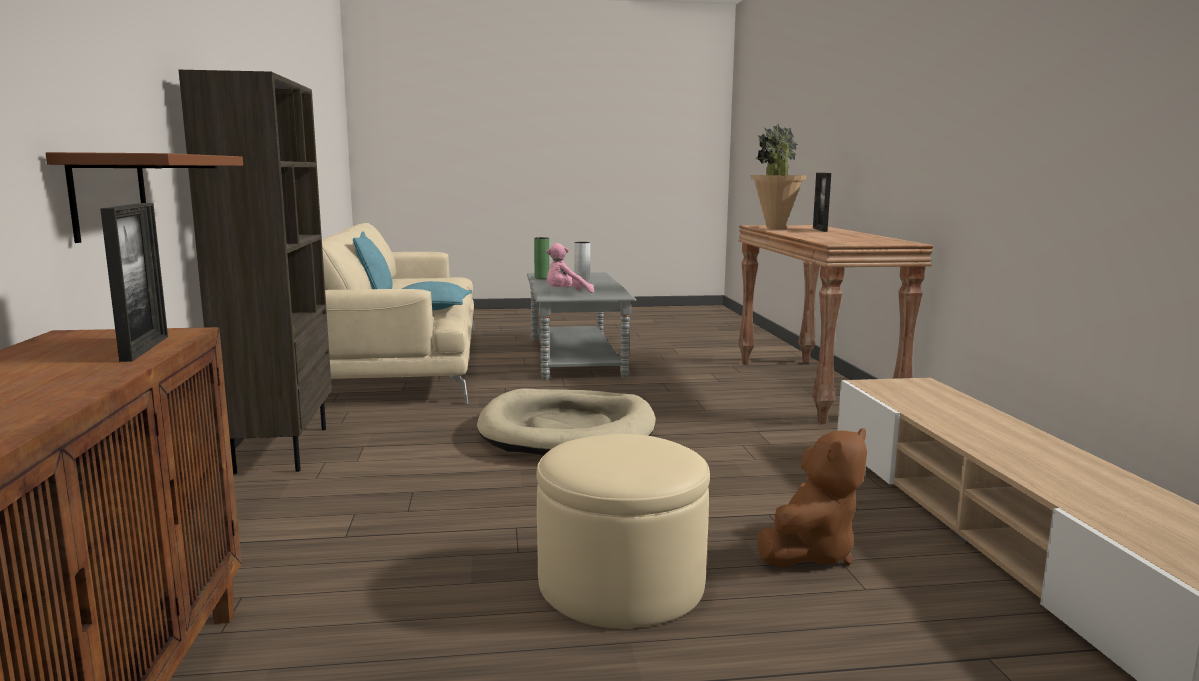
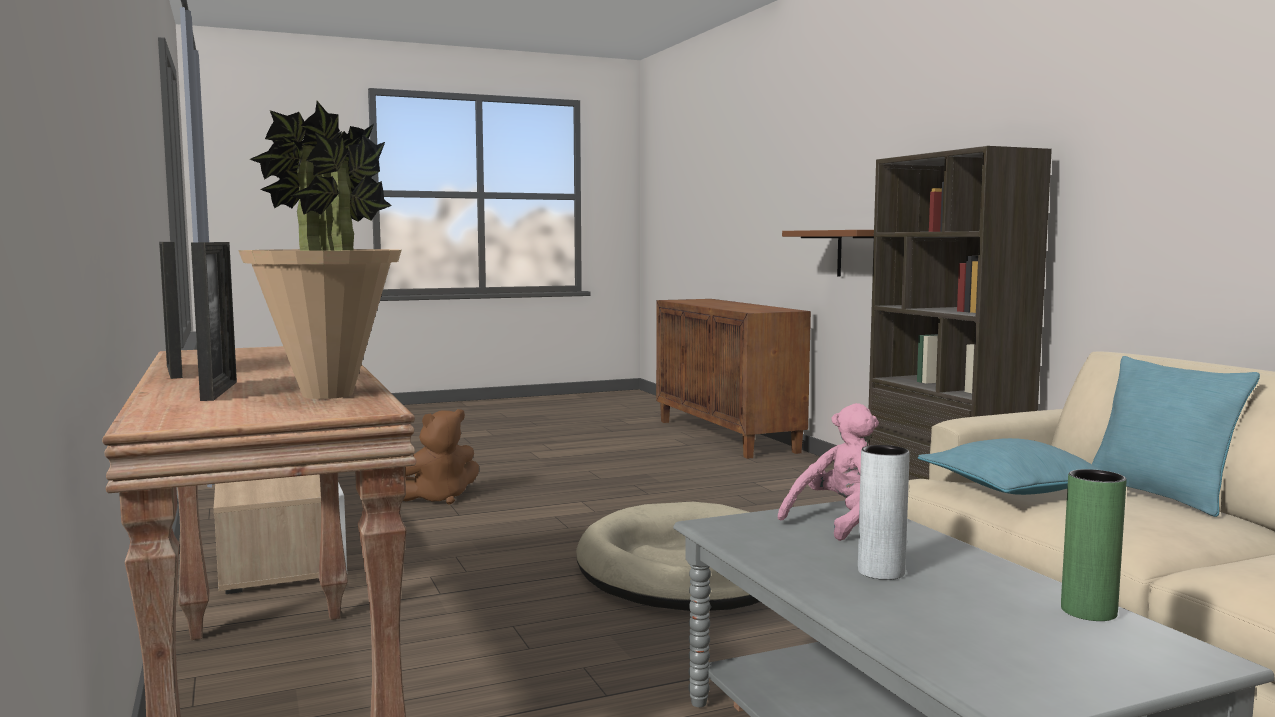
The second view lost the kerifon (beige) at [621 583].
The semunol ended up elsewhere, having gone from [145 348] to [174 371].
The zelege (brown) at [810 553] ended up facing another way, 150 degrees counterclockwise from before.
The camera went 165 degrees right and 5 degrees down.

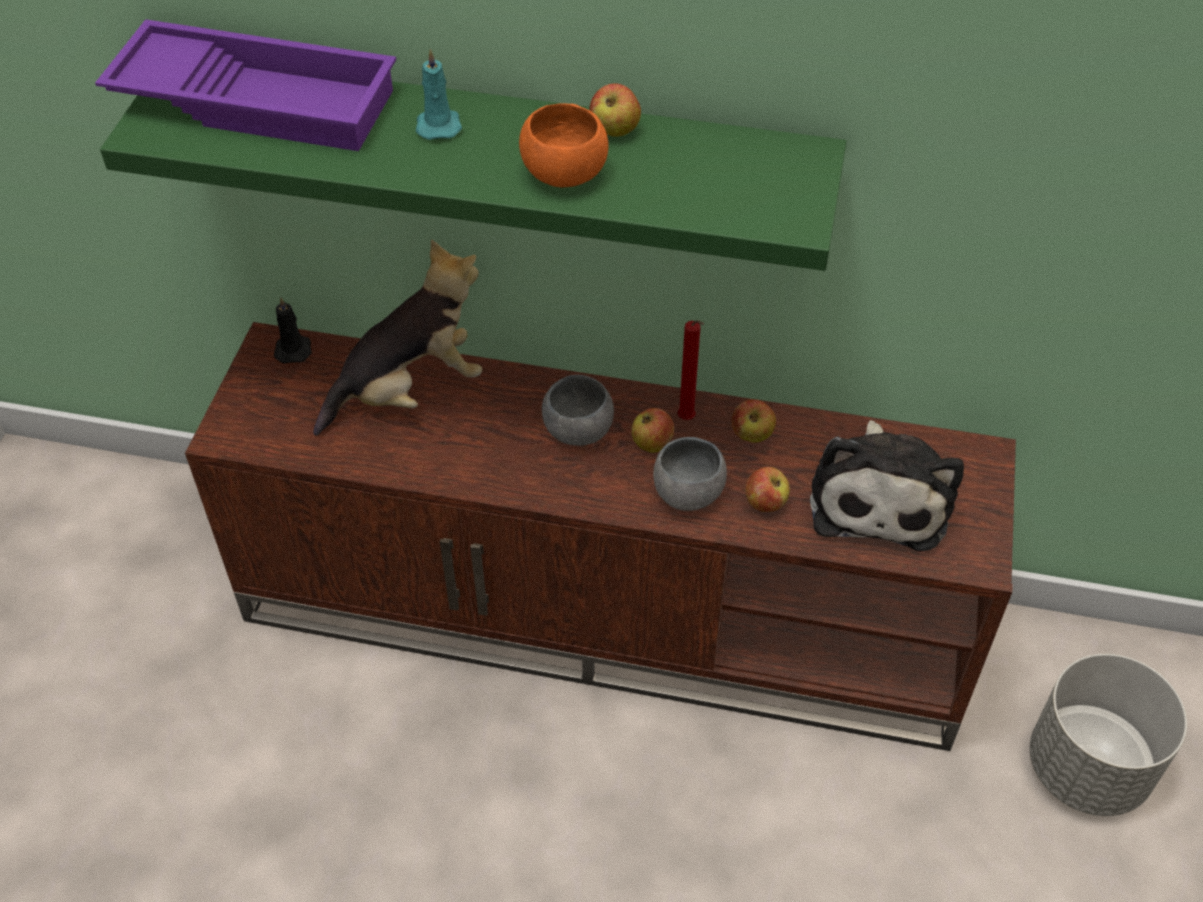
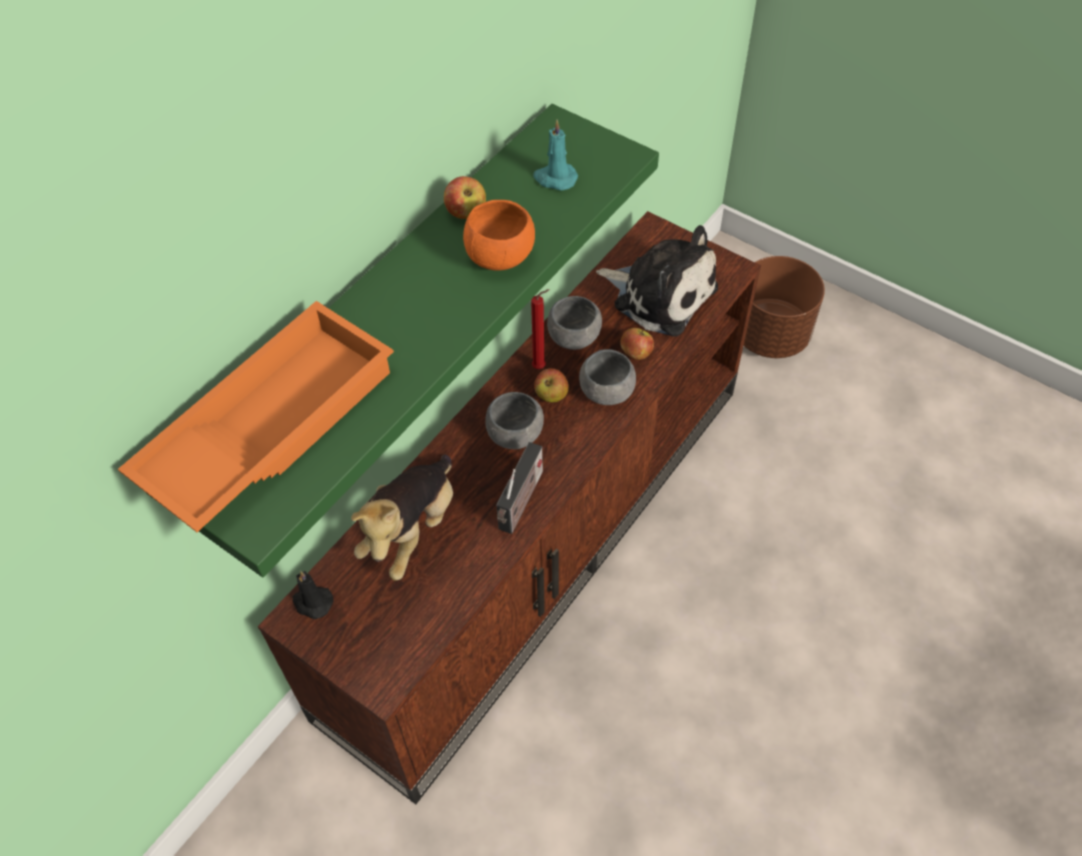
The second view gained the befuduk at [520 504].
The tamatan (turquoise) ended up elsewhere, having gone from [438 125] to [555 178].
Where the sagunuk stood at [752 435], the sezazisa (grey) came to stand at [573 337].
What was the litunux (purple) at [258 99] turned into the litunux (orange) at [267 424].
What was the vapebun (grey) at [1088 768] turned into the vapebun (brown) at [771 335].
The zelege at [410 390] ended up facing another way, 150 degrees counterclockwise from before.
The camera went 65 degrees left and 5 degrees up.

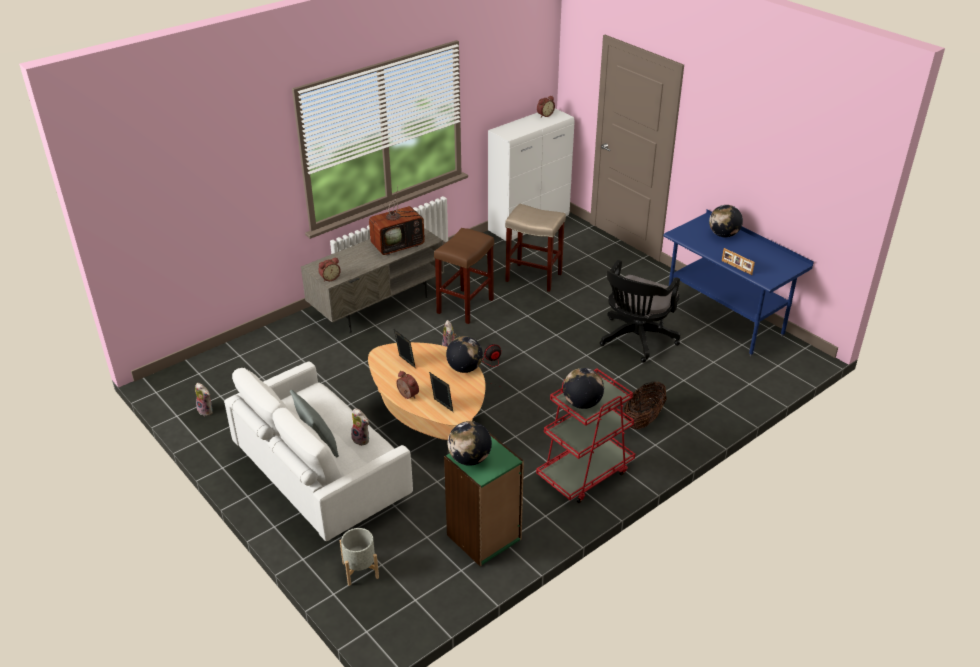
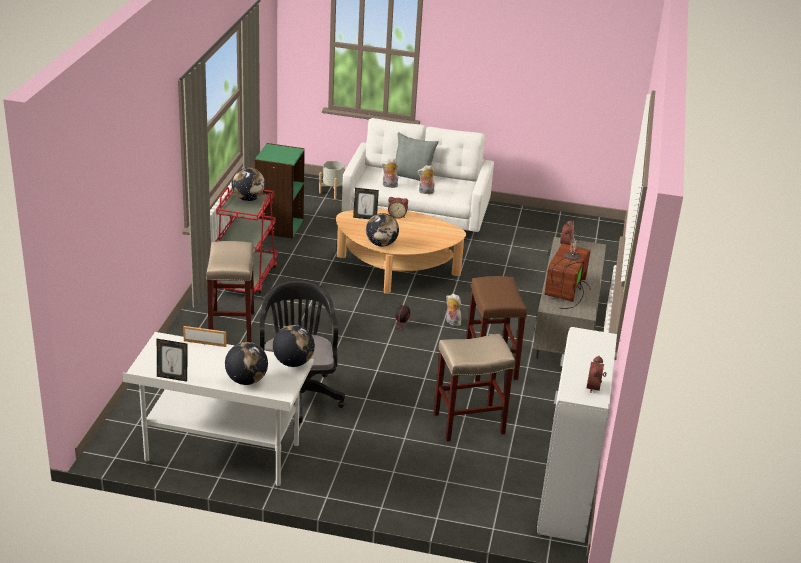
The zelege ended up elsewhere, having gone from [206 410] to [425 192].
The semunol ended up elsewhere, having gone from [405 363] to [172 377].
The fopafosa ended up elsewhere, having gone from [469 459] to [293 362].
Where the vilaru stood at [643 420], the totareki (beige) came to stand at [232 327].
What was the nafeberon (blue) at [724 321] turned into the nafeberon (white) at [222 455].
The camera went 140 degrees right and 5 degrees down.

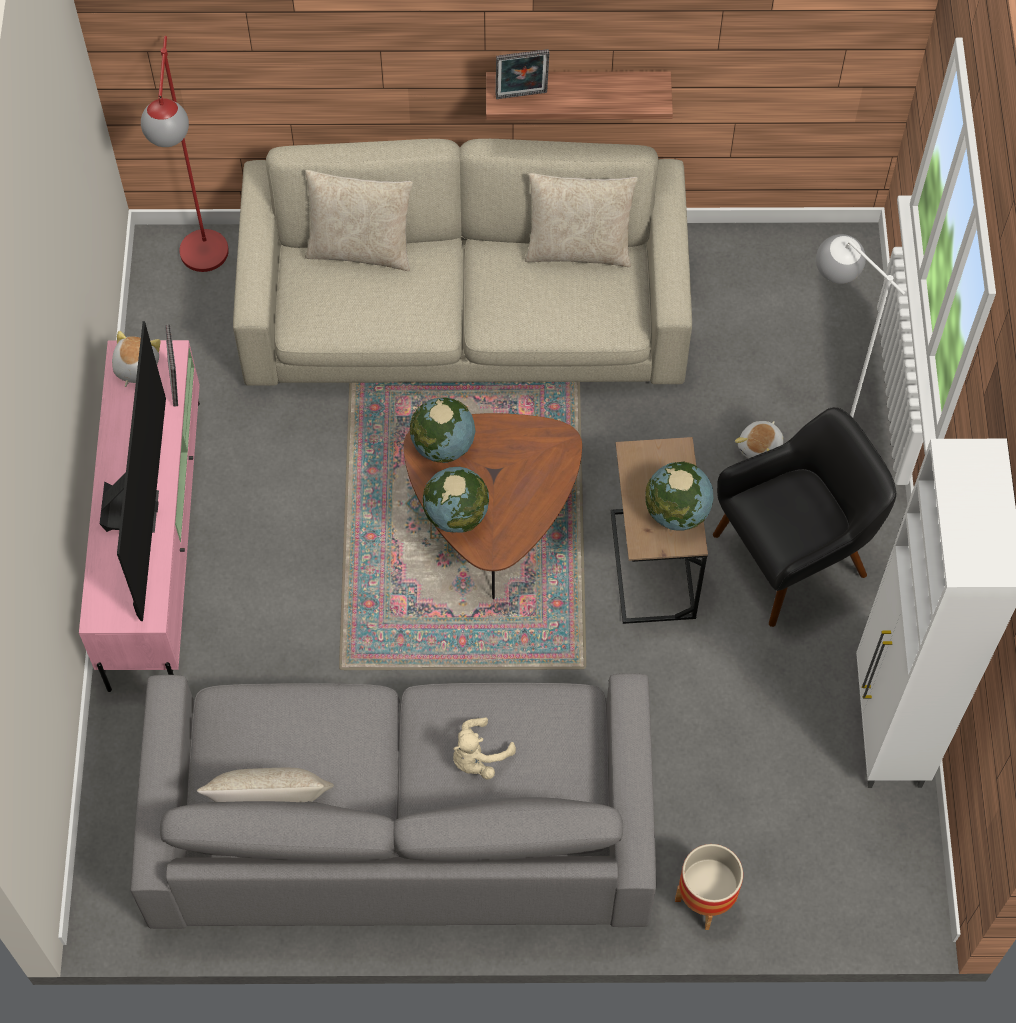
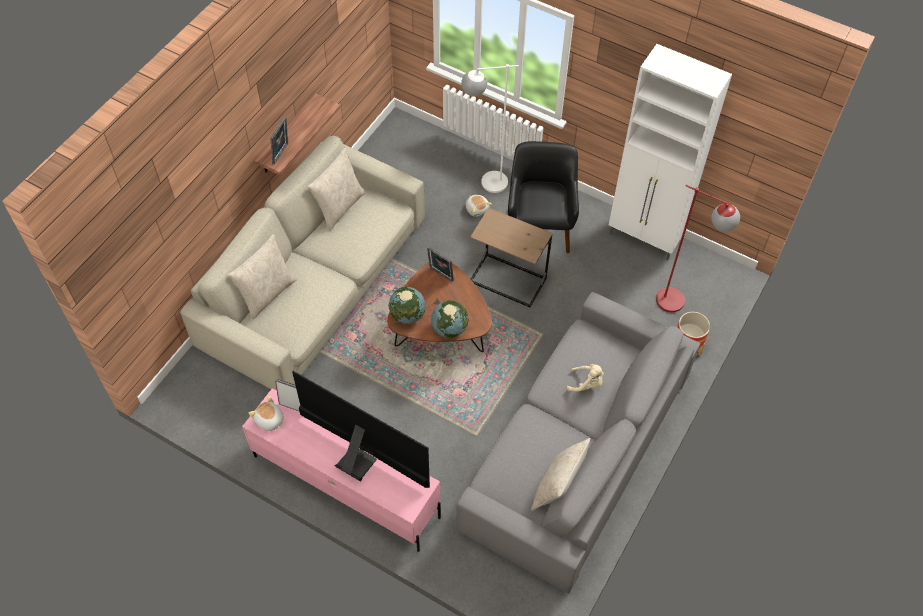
The second view lost the fopafosa at [677 512].
The second view gained the semunol at [440 275].
The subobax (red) ended up elsewhere, having gone from [203 266] to [679 304].
The zelege (beige) at [478 757] ended up facing another way, 60 degrees counterclockwise from before.
The camera went 60 degrees left and 5 degrees down.

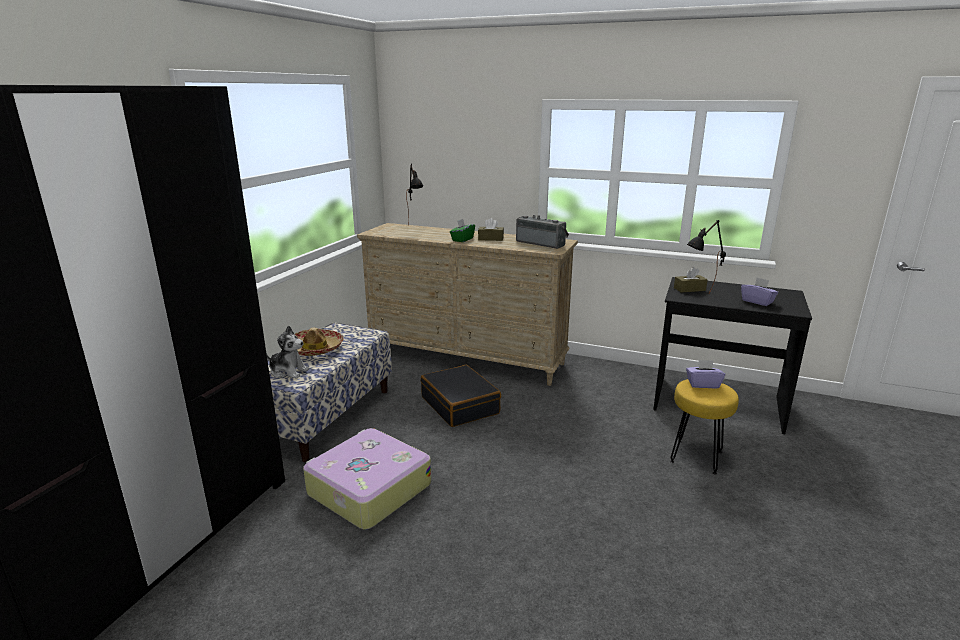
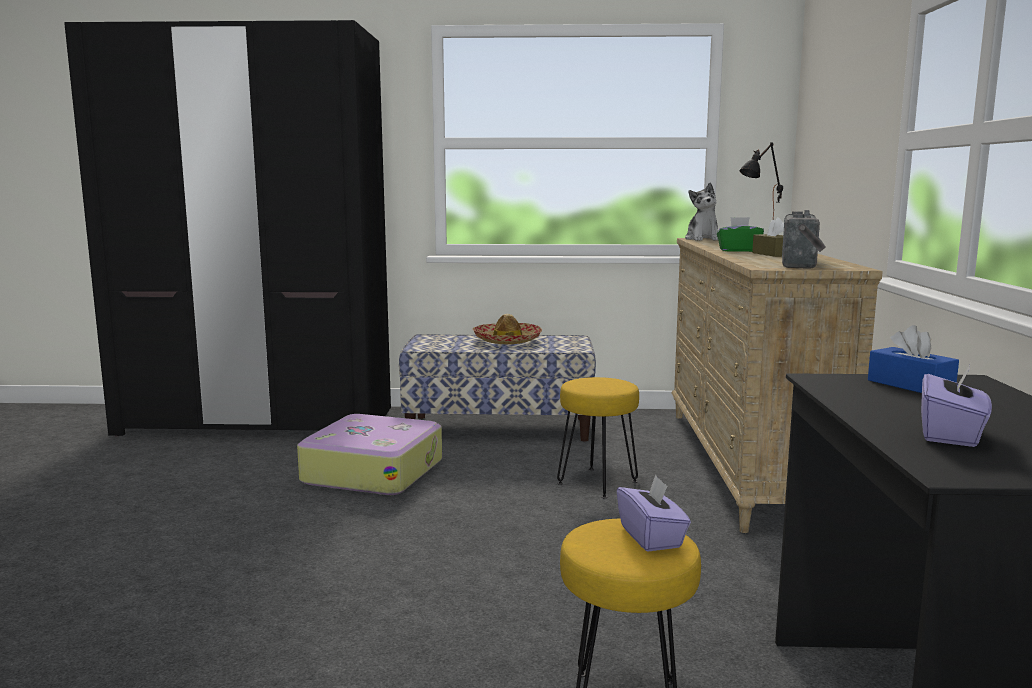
The second view lost the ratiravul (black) at [701 298].
The zelege ended up elsewhere, having gone from [288 371] to [703 239].
Where the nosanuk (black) stood at [460 405], the totareki (yellow) came to stand at [597 482].
What was the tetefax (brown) at [689 289] turned into the tetefax (blue) at [910 385].
The camera went 70 degrees right and 10 degrees down.

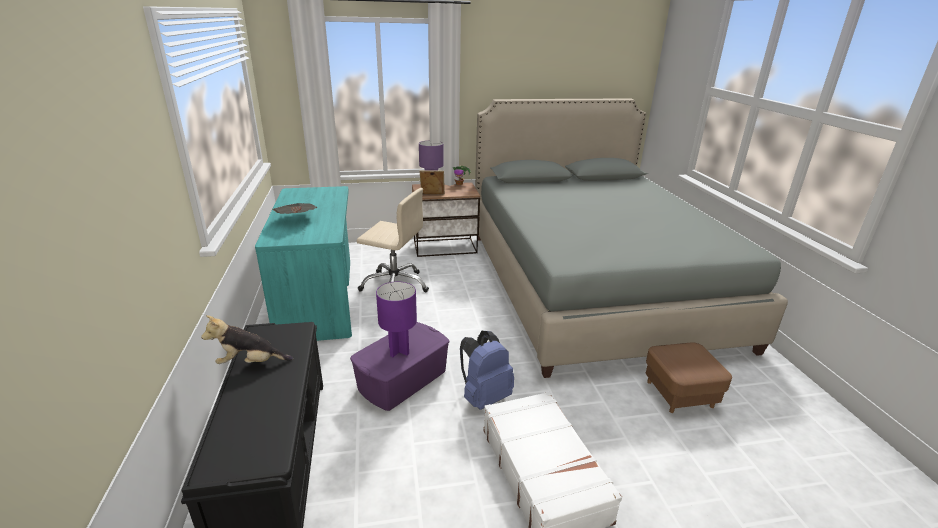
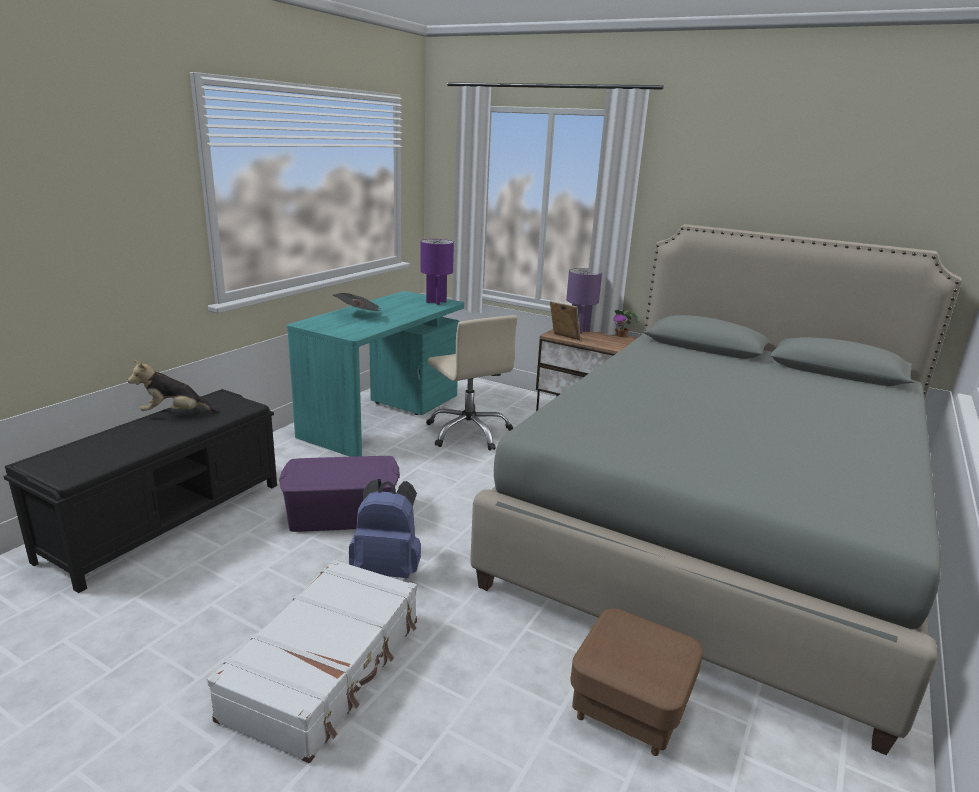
The ratiravul (purple) ended up elsewhere, having gone from [399 351] to [436 302].
The zelege at [250 363] ended up facing another way, 45 degrees counterclockwise from before.
The camera went 40 degrees right and 5 degrees down.

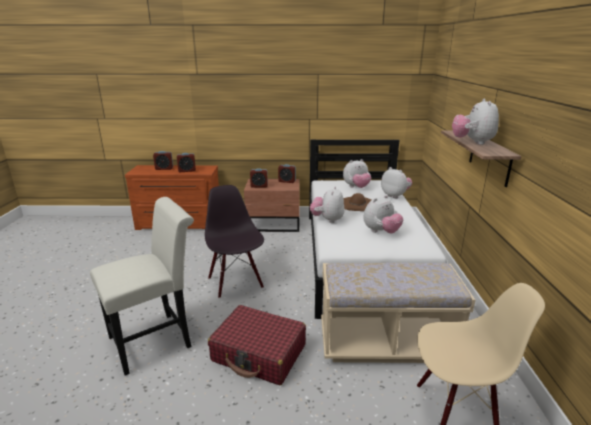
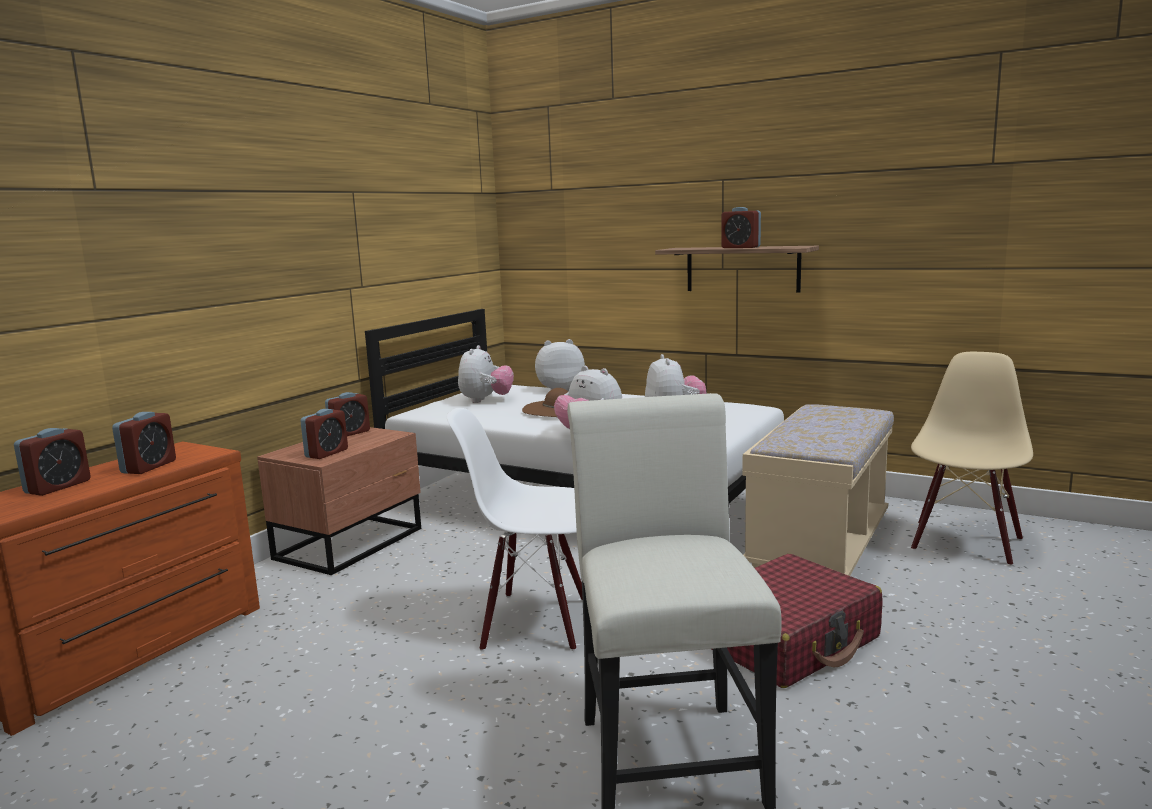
Where the zelege stood at [472 142], the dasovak came to stand at [740 247].
What was the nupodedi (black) at [236 282] turned into the nupodedi (white) at [536 622].
The camera went 60 degrees left and 10 degrees down.

